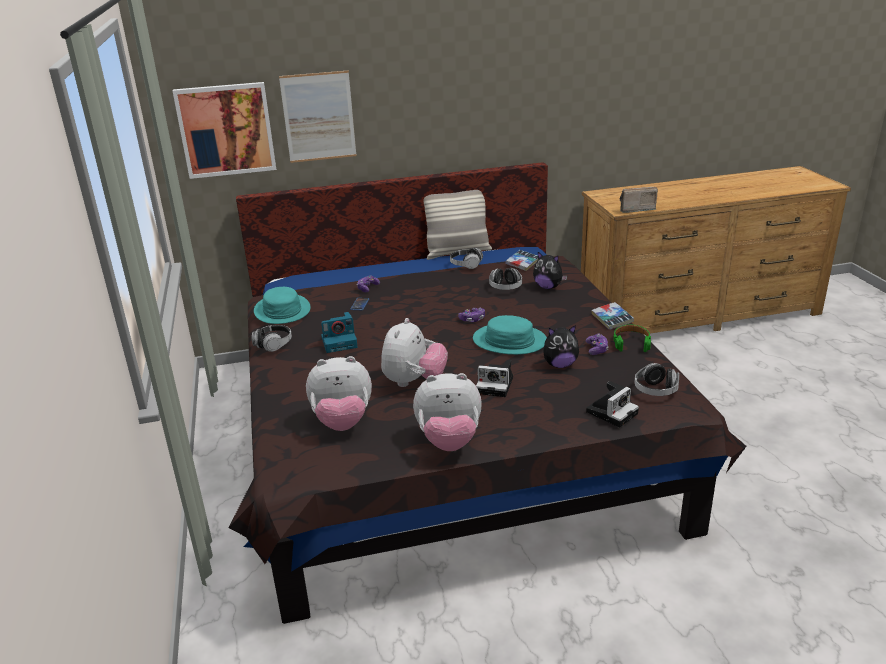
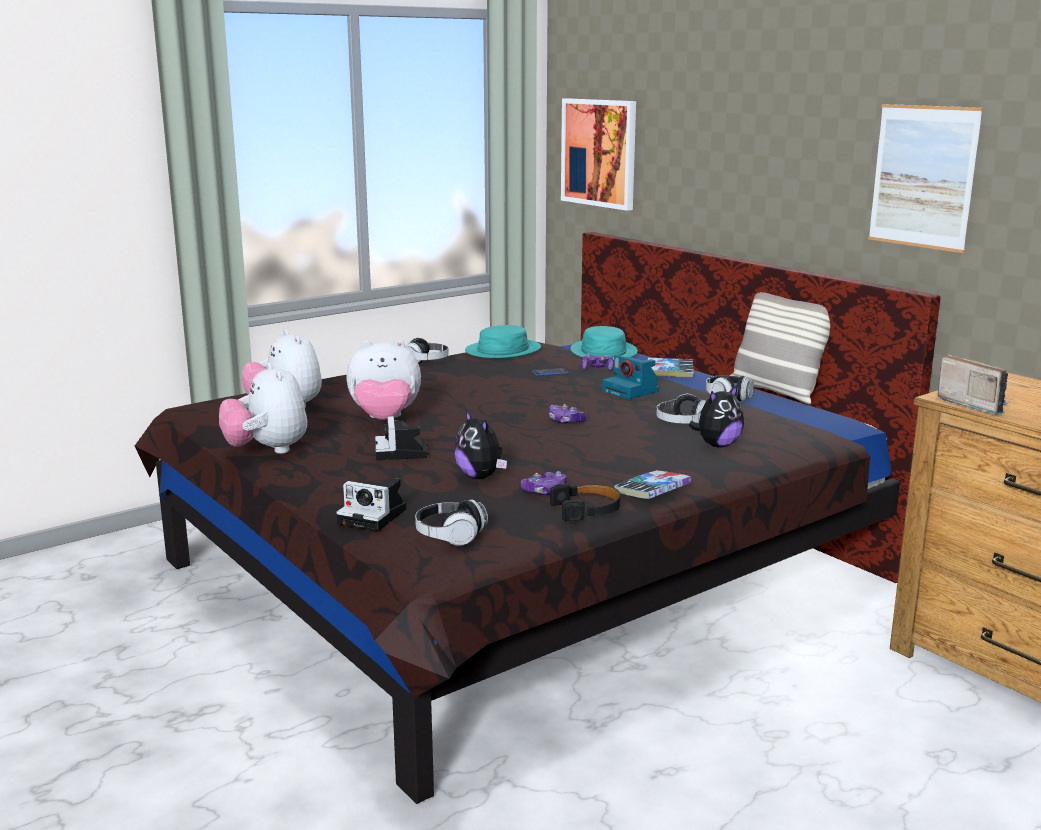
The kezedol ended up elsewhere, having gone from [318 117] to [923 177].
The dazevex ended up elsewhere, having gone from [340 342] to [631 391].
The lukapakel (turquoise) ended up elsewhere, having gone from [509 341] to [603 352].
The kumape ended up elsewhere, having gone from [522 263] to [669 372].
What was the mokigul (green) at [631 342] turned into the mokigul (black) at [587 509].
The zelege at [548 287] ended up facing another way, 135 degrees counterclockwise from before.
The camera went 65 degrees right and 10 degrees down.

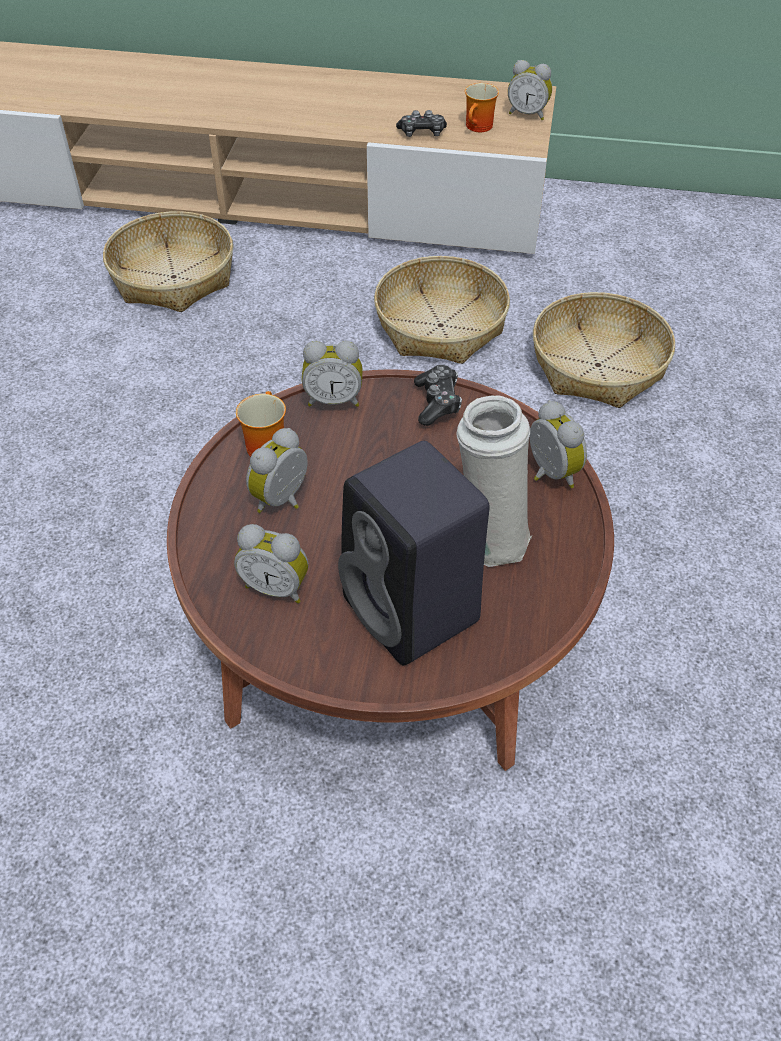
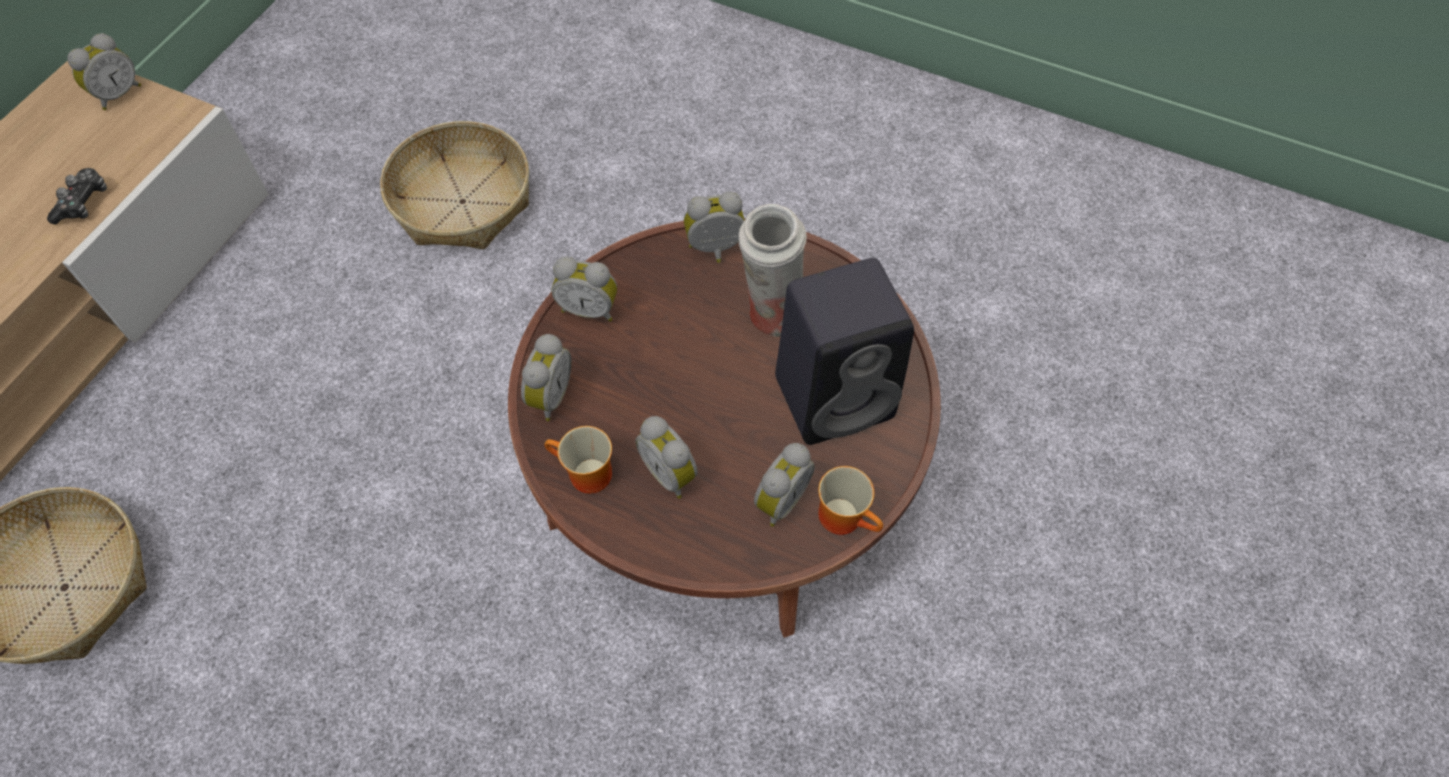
The second view lost the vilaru at [441 325].
The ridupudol ended up elsewhere, having gone from [480 127] to [846 516].
Where the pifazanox stood at [437 402], the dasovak came to stand at [589 308].
The camera went 75 degrees left and 10 degrees up.

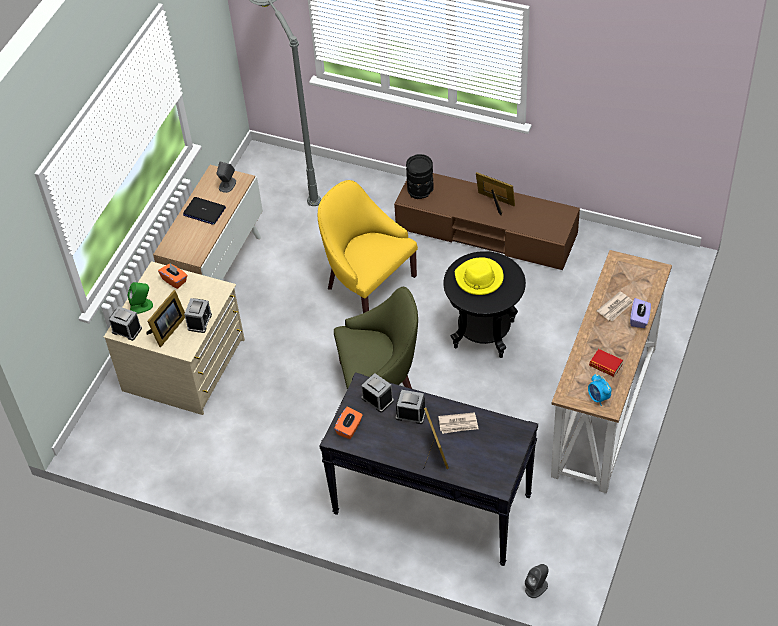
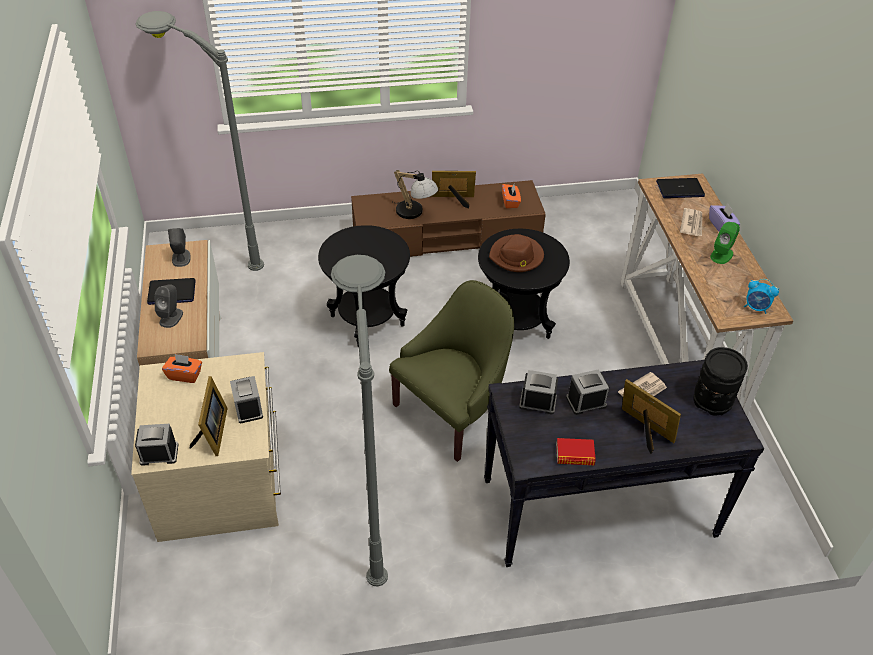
The second view gained the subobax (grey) at [372 518].
The second view gained the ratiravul at [415 213].
The second view gained the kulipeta at [680 189].
The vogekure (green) ended up elsewhere, having gone from [142 306] to [722 255].
The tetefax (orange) ended up elsewhere, having gone from [349 428] to [510 202].
The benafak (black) ended up elsewhere, having gone from [420 190] to [713 400].
The vogekure (grey) ended up elsewhere, having gone from [536 587] to [171 317].
The kumape ended up elsewhere, having gone from [605 365] to [575 455].
Where the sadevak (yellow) stood at [367 284], the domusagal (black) came to stand at [367 321].
What was the lukapakel (yellow) at [479 278] turned into the lukapakel (brown) at [516 256].
The camera went 35 degrees left and 5 degrees down.

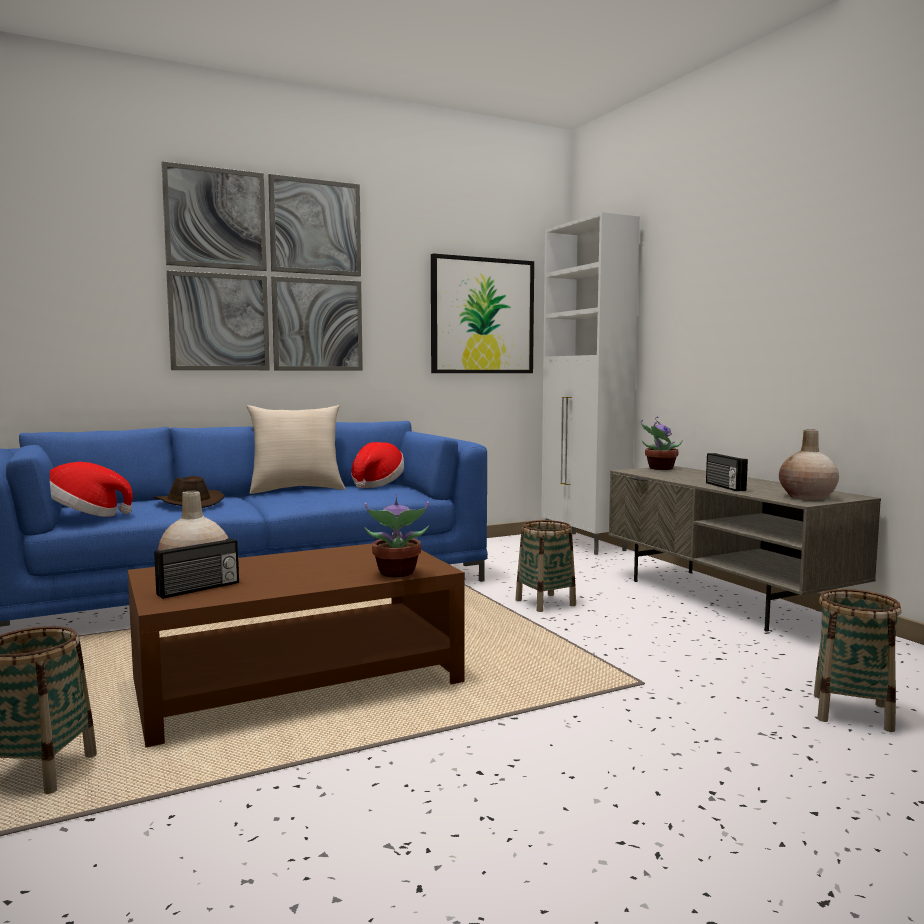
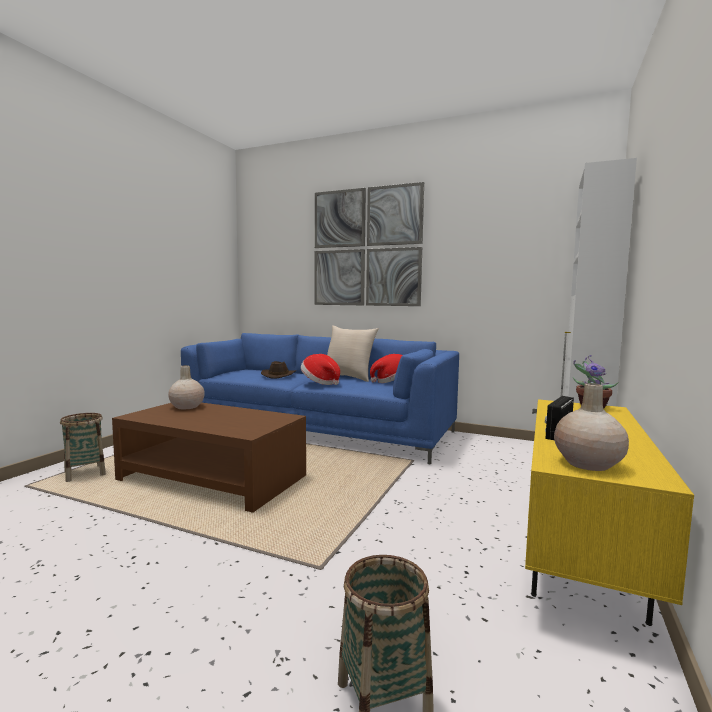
The second view lost the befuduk at [199 589].
The second view lost the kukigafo at [396 573].
The second view lost the kezedol at [482 316].
The second view lost the vilaru at [545 603].
The lukapakel ended up elsewhere, having gone from [84 516] to [320 382].
What was the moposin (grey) at [725 598] turned into the moposin (yellow) at [582 552].
The camera went 50 degrees right and 0 degrees up.

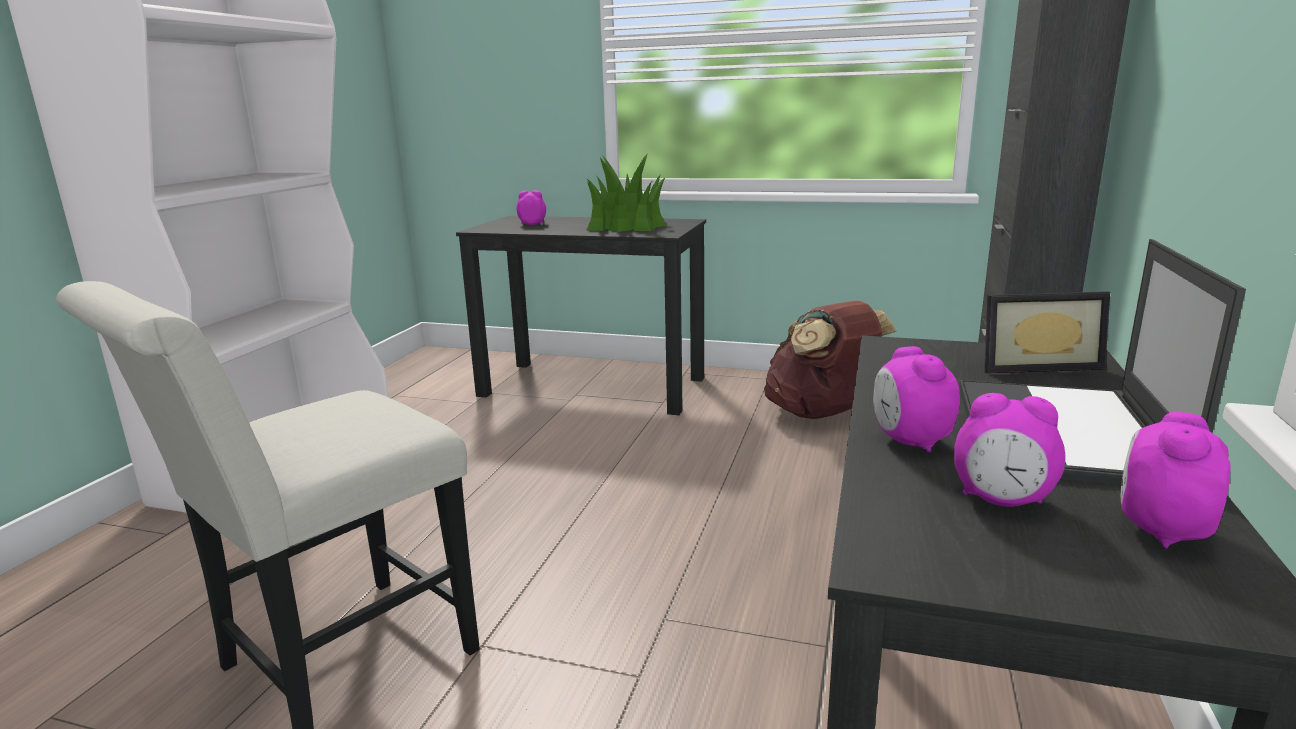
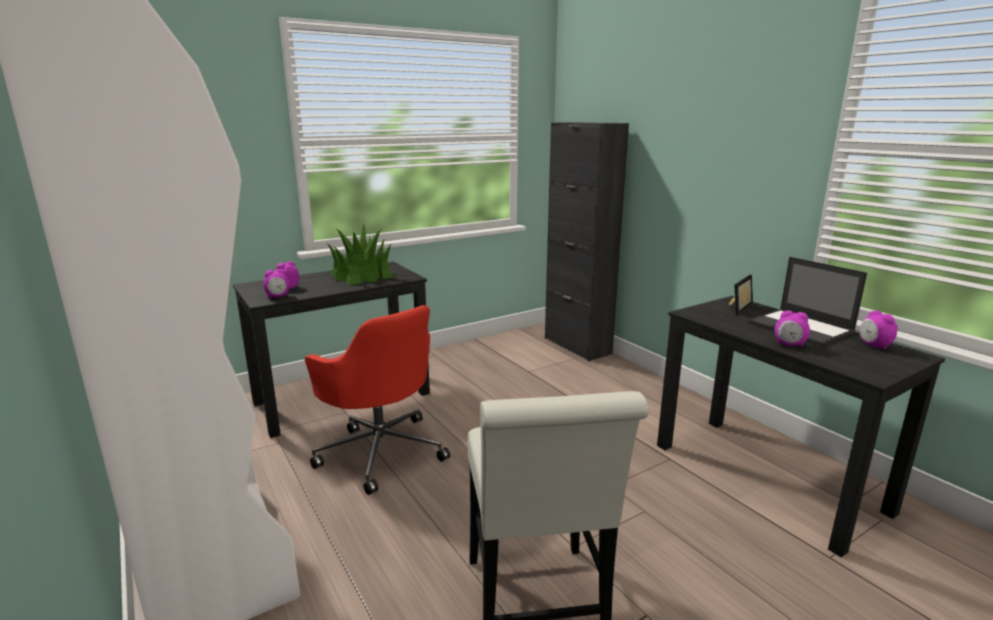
The second view lost the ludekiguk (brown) at [821 413].
The second view gained the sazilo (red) at [381 450].
The dasovak ended up elsewhere, having gone from [1001 501] to [278 296].
The camera went 50 degrees left and 0 degrees up.

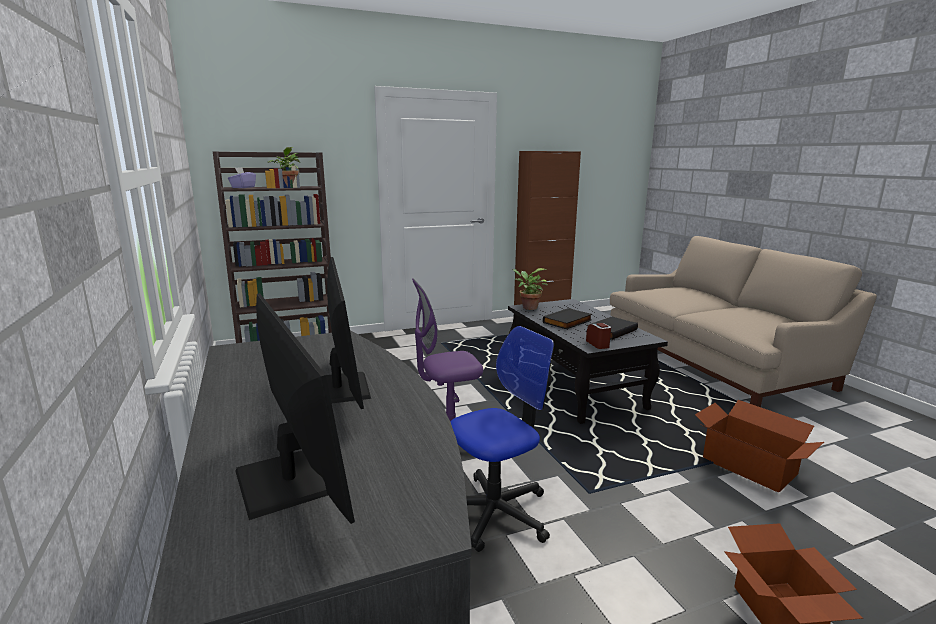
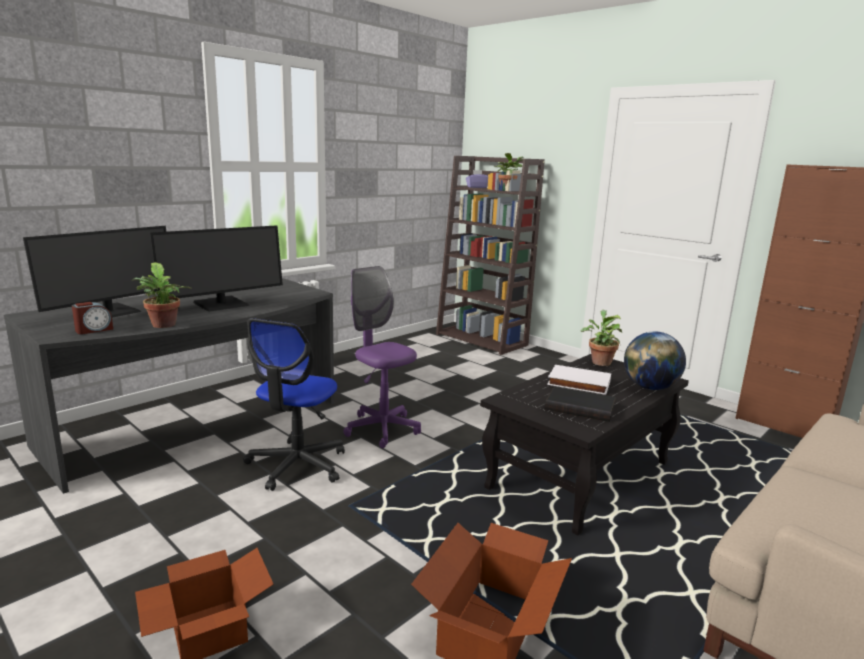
The second view gained the kukigafo at [164 326].
The second view gained the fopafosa at [650 387].
The dasovak ended up elsewhere, having gone from [598 344] to [94 330].
What was the kumape (black) at [568 322] turned into the kumape (white) at [578 384].
The sazilo at [496 512] ended up facing another way, 75 degrees clockwise from before.
The camera went 65 degrees right and 0 degrees up.

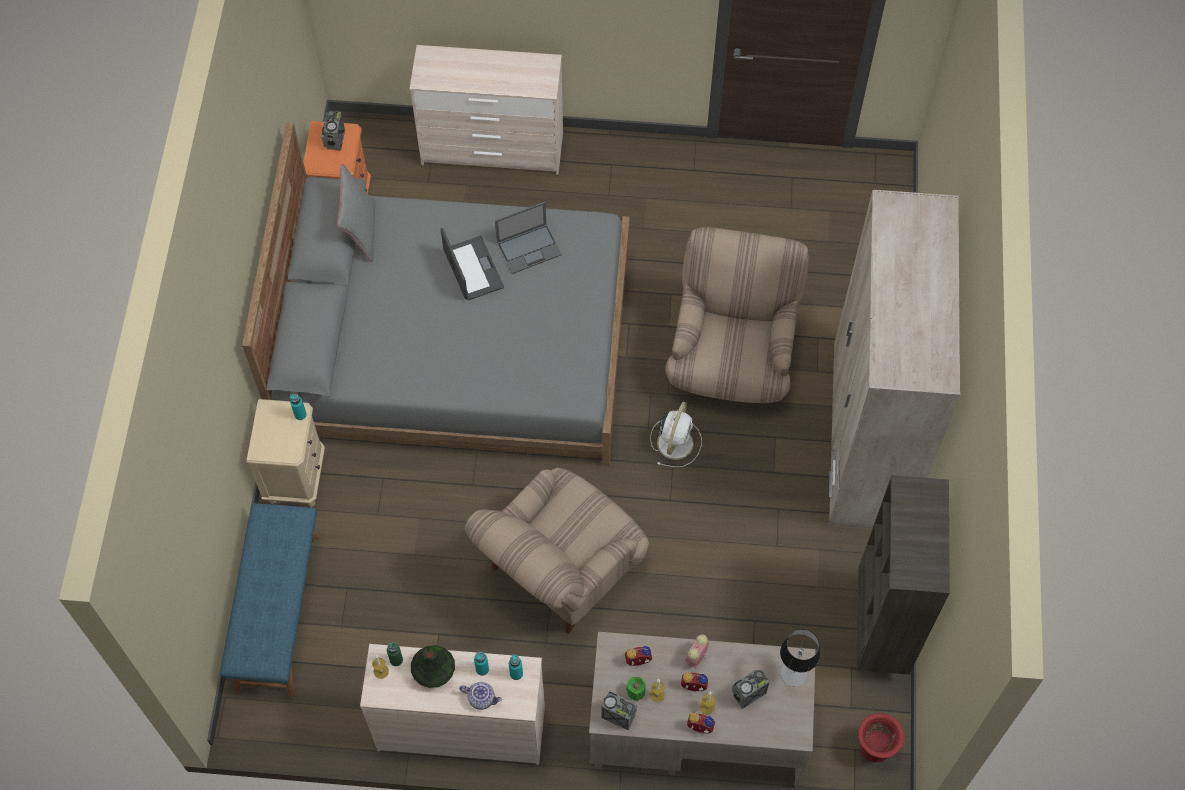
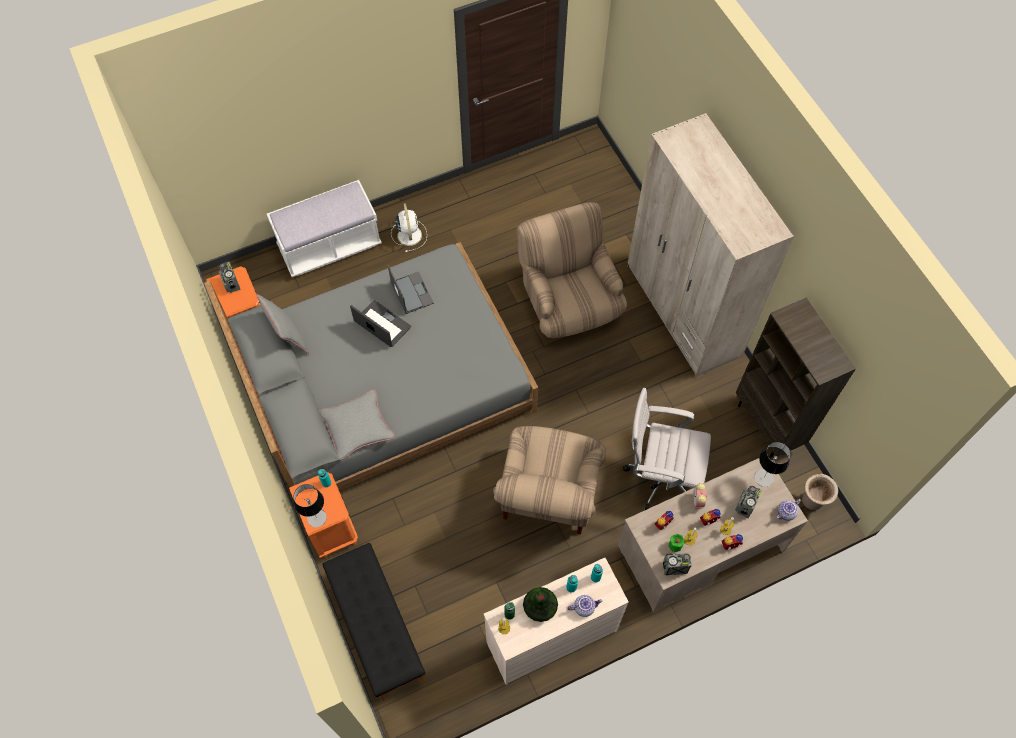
The second view gained the ratiravul at [316 518].
The second view gained the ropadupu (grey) at [357 427].
The second view gained the sazilo (white) at [659 476].
The second view gained the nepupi at [786 513].
The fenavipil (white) ended up elsewhere, having gone from [675 441] to [409 234].
Where the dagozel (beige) stood at [492 150], the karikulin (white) came to stand at [330 246].
What was the karikulin (blue) at [277 611] turned into the karikulin (black) at [377 628].
What was the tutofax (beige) at [296 477] turned into the tutofax (orange) at [331 530].
What was the benafak (red) at [874 749] turned into the benafak (beige) at [812 501].
The kulipeta at [529 248] ended up facing another way, 60 degrees counterclockwise from before.
The camera went 30 degrees left and 0 degrees up.

